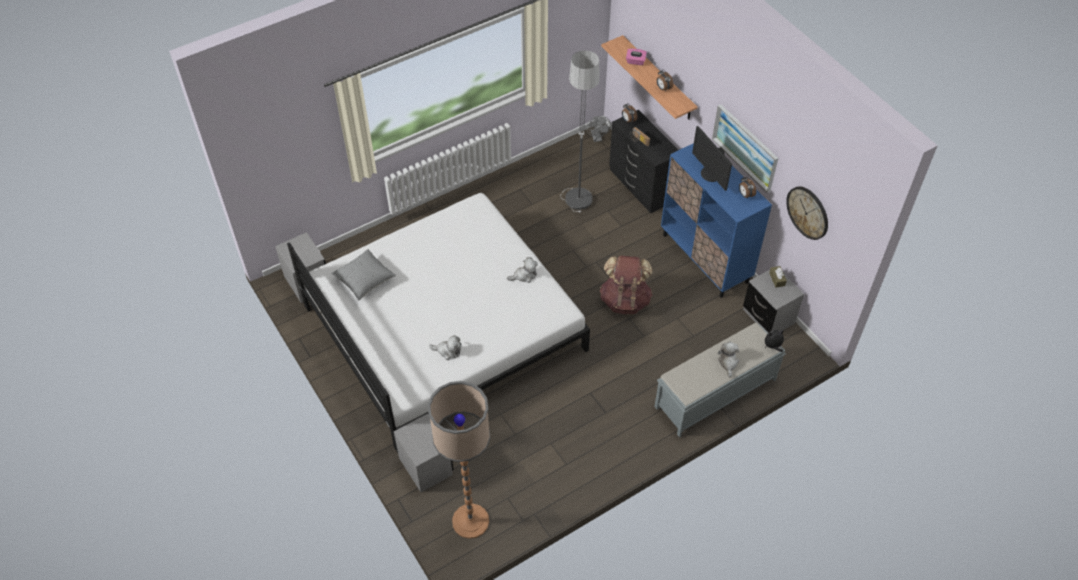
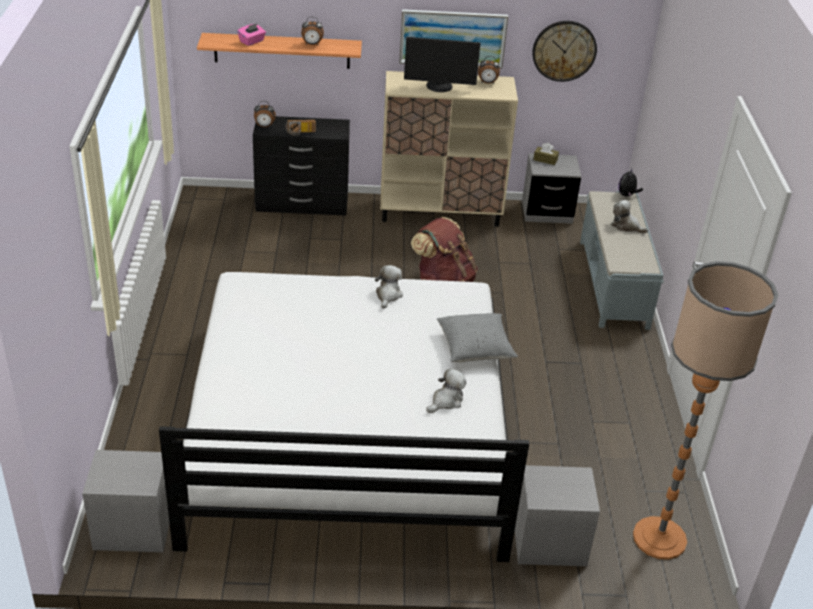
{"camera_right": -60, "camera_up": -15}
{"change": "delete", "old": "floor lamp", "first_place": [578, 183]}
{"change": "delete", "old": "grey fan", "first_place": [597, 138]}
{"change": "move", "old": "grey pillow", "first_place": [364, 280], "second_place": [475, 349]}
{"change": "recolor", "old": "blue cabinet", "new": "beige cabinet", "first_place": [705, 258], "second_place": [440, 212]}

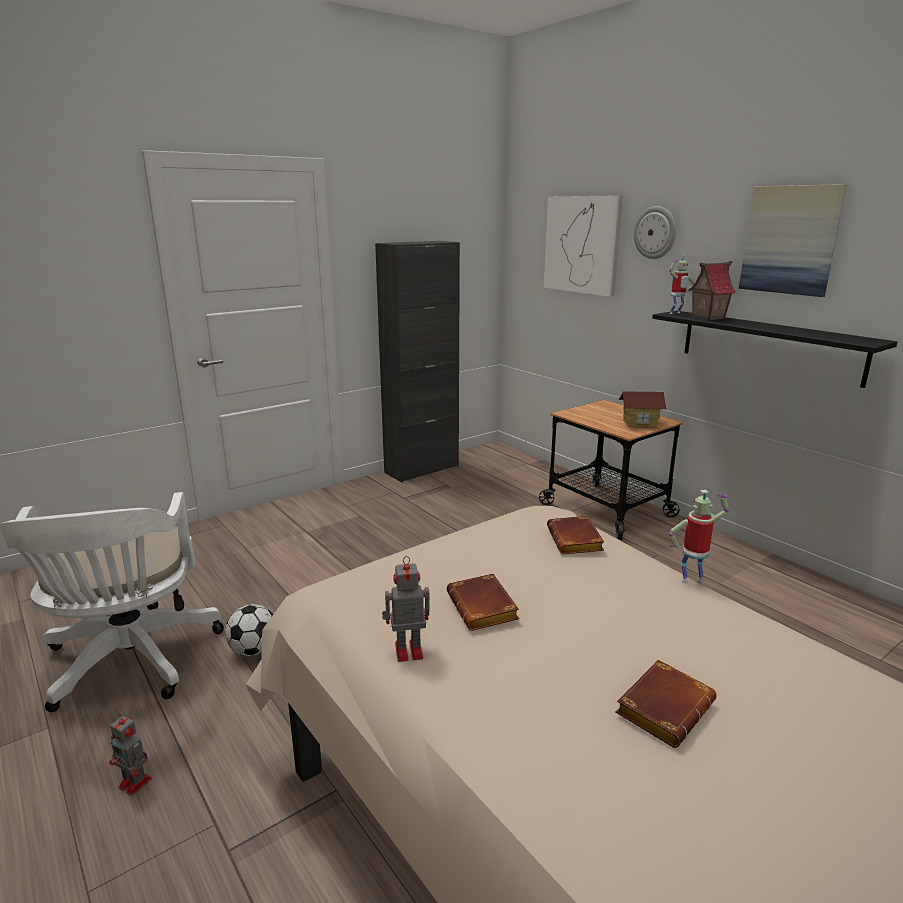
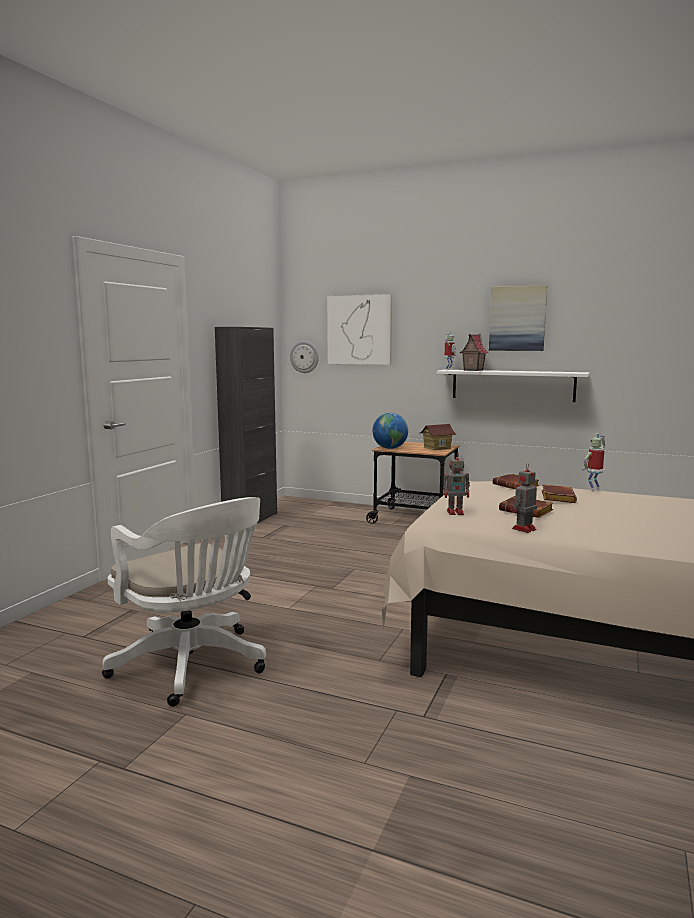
{"camera_right": -30, "camera_up": -10}
{"change": "delete", "old": "football", "first_place": [254, 650]}
{"change": "insert", "new": "globe", "second_place": [390, 448]}
{"change": "move", "old": "toy robot", "first_place": [136, 783], "second_place": [456, 512]}
{"change": "move", "old": "brown book", "first_place": [663, 707], "second_place": [556, 498]}
{"change": "move", "old": "wall clock", "first_place": [655, 232], "second_place": [304, 357]}
{"change": "recolor", "old": "black shelf", "new": "white shelf", "first_place": [769, 346], "second_place": [512, 385]}

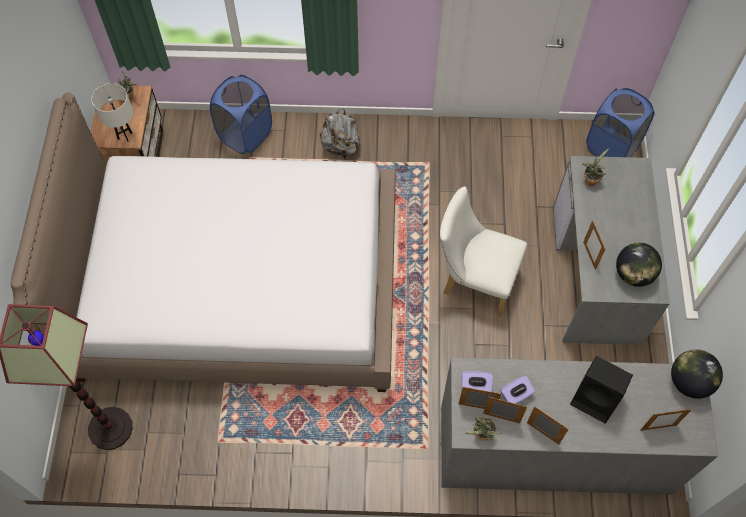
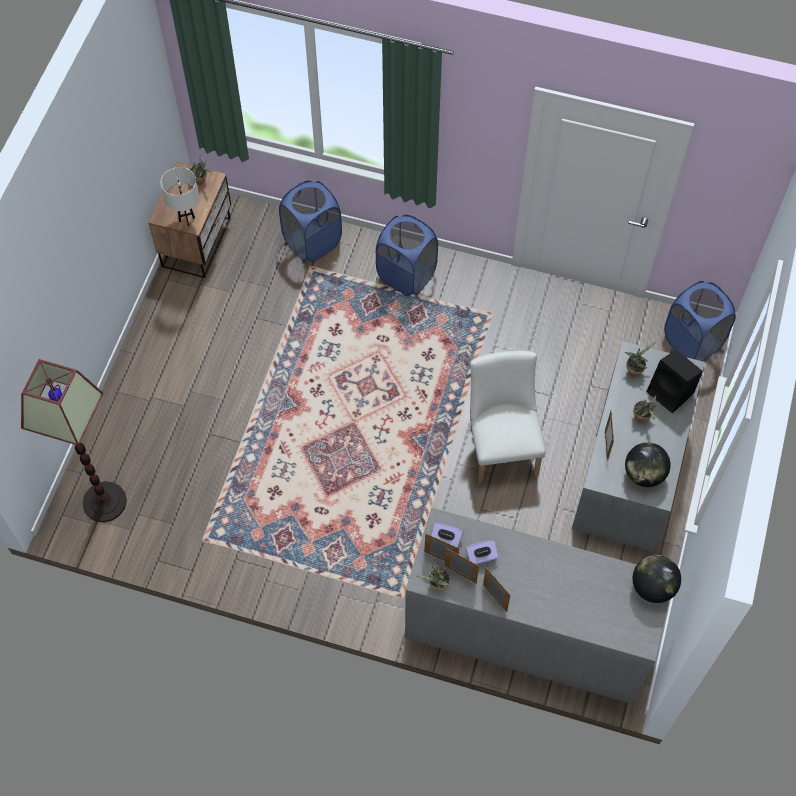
{"camera_right": 15, "camera_up": 0}
{"change": "delete", "old": "bed", "first_place": [240, 288]}
{"change": "delete", "old": "picture frame", "first_place": [658, 427]}
{"change": "insert", "new": "potted plant", "second_place": [642, 418]}
{"change": "move", "old": "black speaker", "first_place": [596, 398], "second_place": [671, 392]}
{"change": "replace", "old": "grey backpack", "new": "blue laundry basket", "first_place": [341, 146], "second_place": [406, 275]}
{"change": "rotate", "old": "white chair", "first_place": [474, 280], "second_place": [501, 445], "degrees": 45}

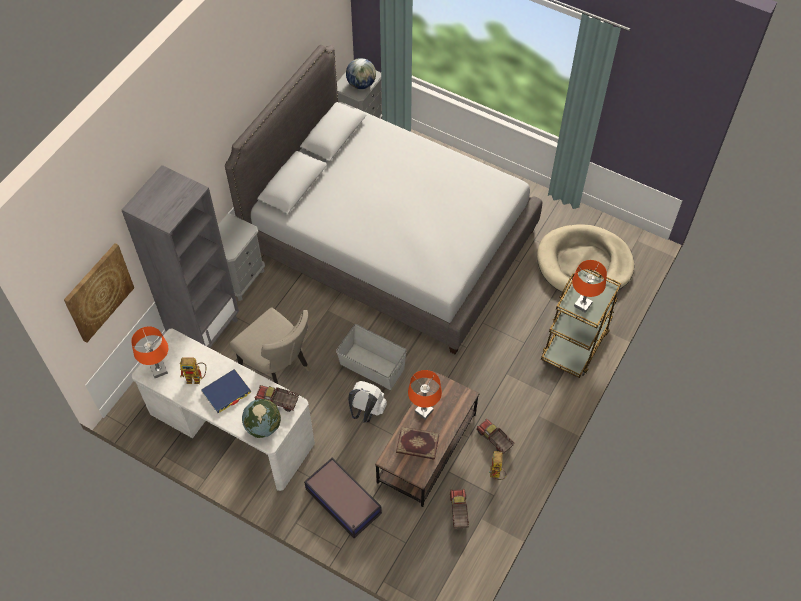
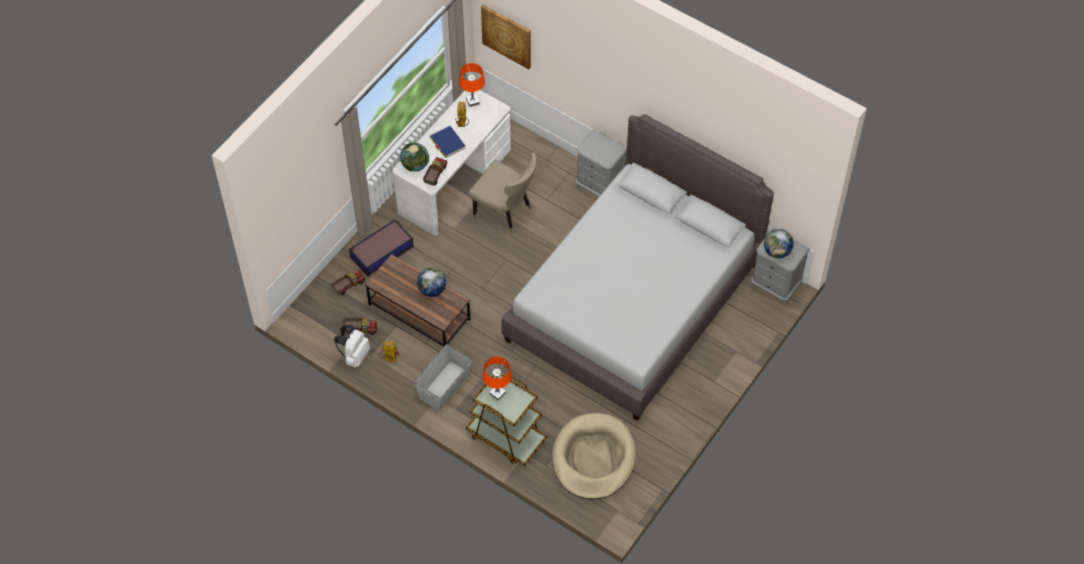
{"camera_right": 95, "camera_up": 0}
{"change": "delete", "old": "grey bookcase", "first_place": [205, 329]}
{"change": "delete", "old": "book", "first_place": [417, 444]}
{"change": "move", "old": "grey storage box", "first_place": [372, 367], "second_place": [444, 385]}
{"change": "move", "old": "white backpack", "first_place": [366, 411], "second_place": [354, 355]}
{"change": "move", "old": "toy truck", "first_place": [494, 440], "second_place": [348, 285]}
{"change": "replace", "old": "orange table lamp", "new": "globe", "first_place": [424, 411], "second_place": [432, 290]}
{"change": "rotate", "old": "beige chair", "first_place": [278, 369], "second_place": [505, 212], "degrees": -105}

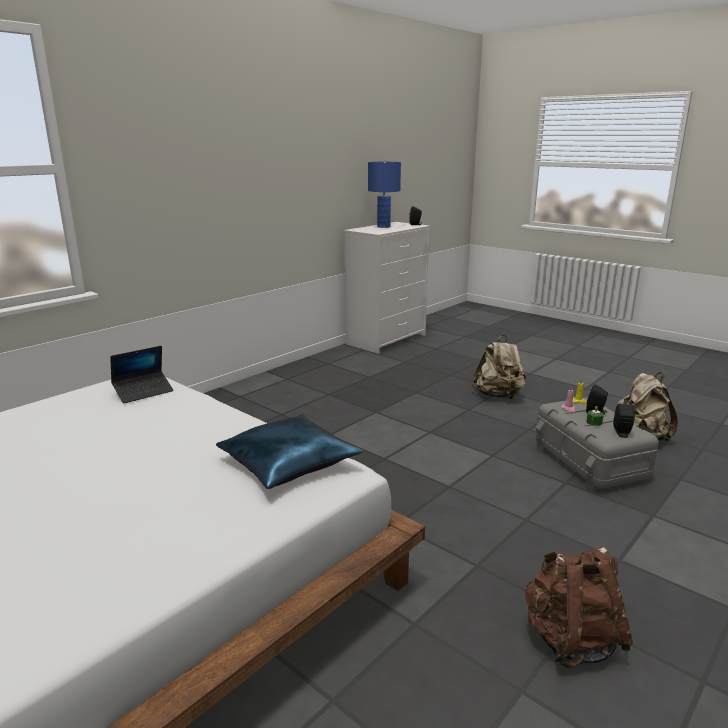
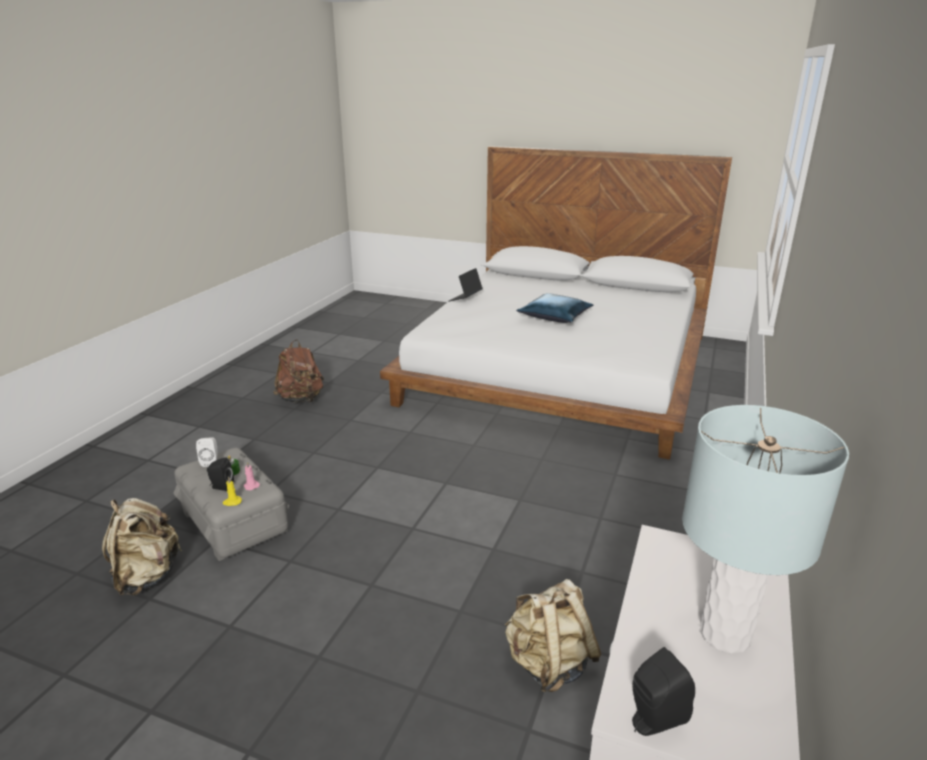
{"camera_right": 160, "camera_up": 5}
{"change": "move", "old": "laptop", "first_place": [143, 392], "second_place": [465, 298]}
{"change": "move", "old": "blue pillow", "first_place": [287, 462], "second_place": [555, 316]}
{"change": "move", "old": "beige backpack", "first_place": [498, 396], "second_place": [548, 664]}
{"change": "recolor", "old": "blue table lamp", "new": "grey table lamp", "first_place": [384, 227], "second_place": [724, 634]}
{"change": "recolor", "old": "black speaker", "new": "white speaker", "first_place": [622, 434], "second_place": [210, 461]}

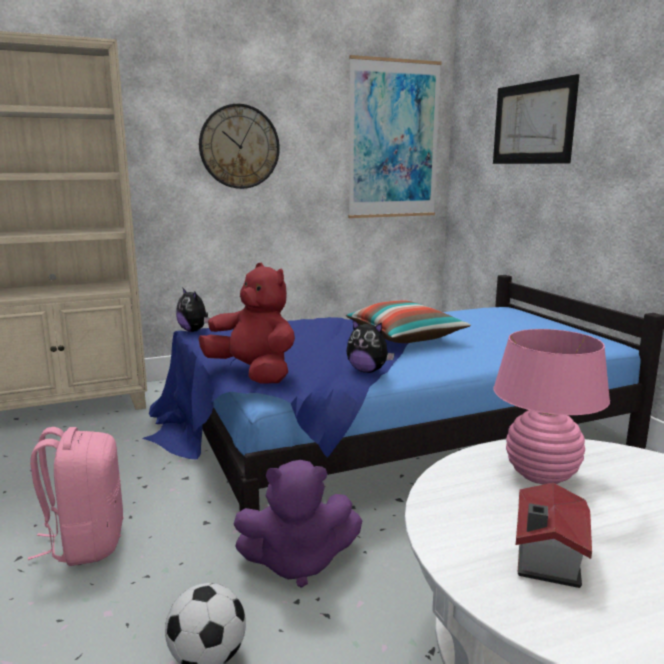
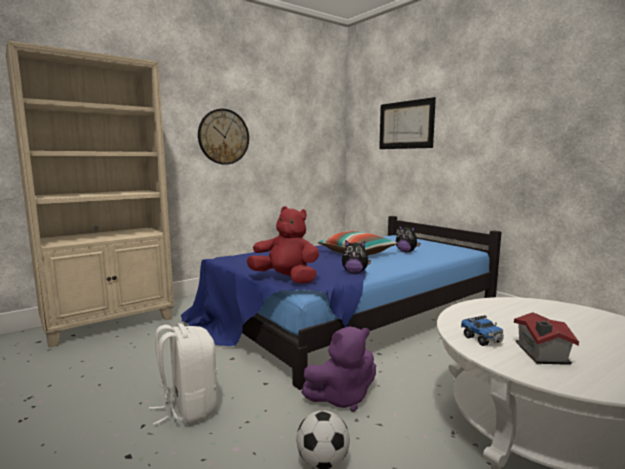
{"camera_right": -15, "camera_up": -5}
{"change": "delete", "old": "picture", "first_place": [393, 140]}
{"change": "delete", "old": "pink table lamp", "first_place": [541, 475]}
{"change": "insert", "new": "toy truck", "second_place": [481, 339]}
{"change": "move", "old": "plush toy", "first_place": [194, 330], "second_place": [406, 252]}
{"change": "recolor", "old": "pink backpack", "new": "white backpack", "first_place": [86, 543], "second_place": [188, 408]}

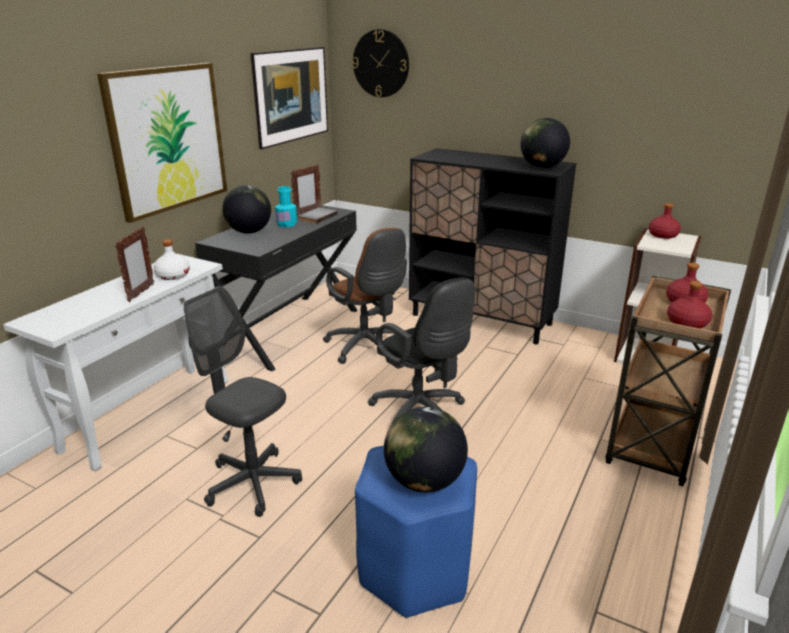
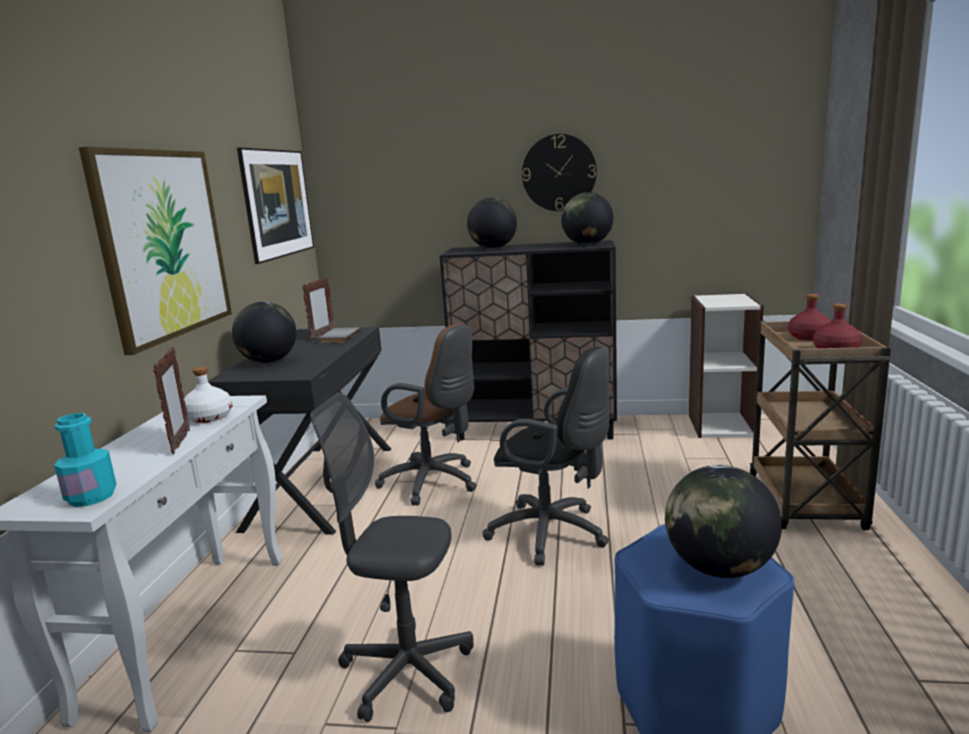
{"camera_right": -20, "camera_up": -10}
{"change": "delete", "old": "red bottle", "first_place": [663, 235]}
{"change": "insert", "new": "globe", "second_place": [493, 248]}
{"change": "move", "old": "turquoise bottle", "first_place": [287, 224], "second_place": [91, 497]}
{"change": "move", "old": "wall clock", "first_place": [381, 63], "second_place": [559, 173]}

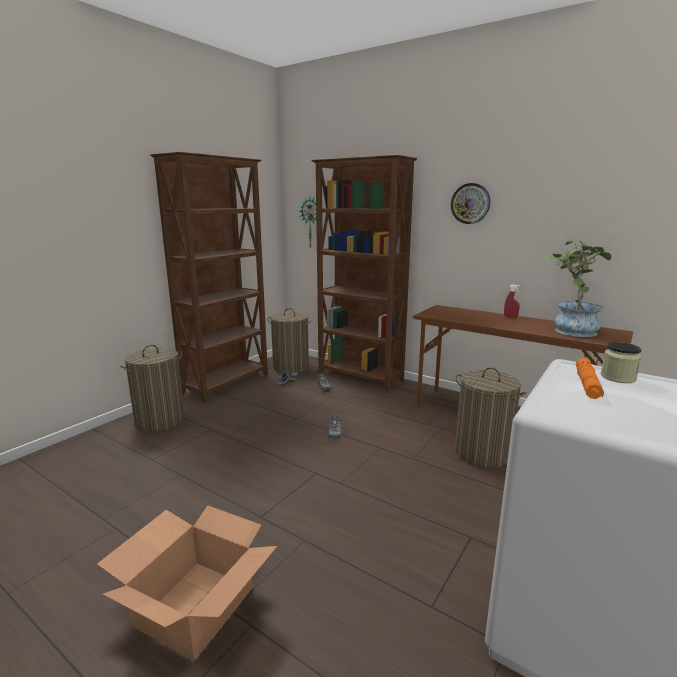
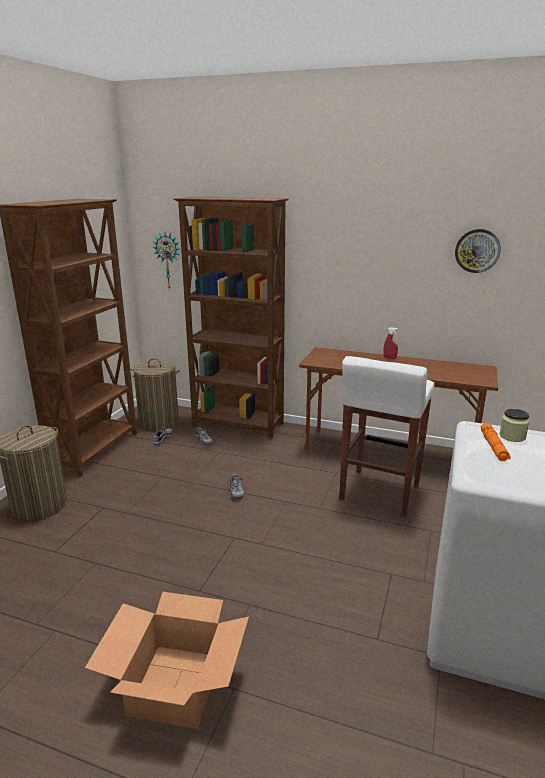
{"camera_right": -15, "camera_up": 5}
{"change": "delete", "old": "potted plant", "first_place": [569, 329]}
{"change": "move", "old": "wall clock", "first_place": [470, 203], "second_place": [477, 250]}
{"change": "replace", "old": "laundry basket", "new": "white stool", "first_place": [482, 453], "second_place": [379, 493]}

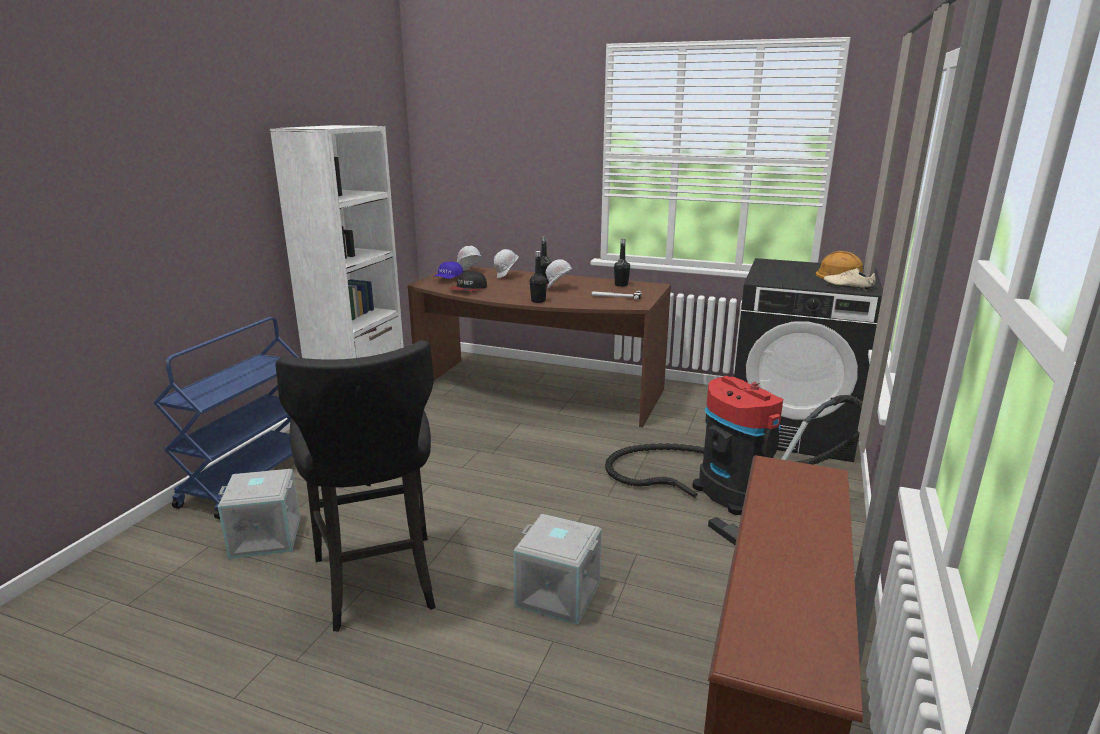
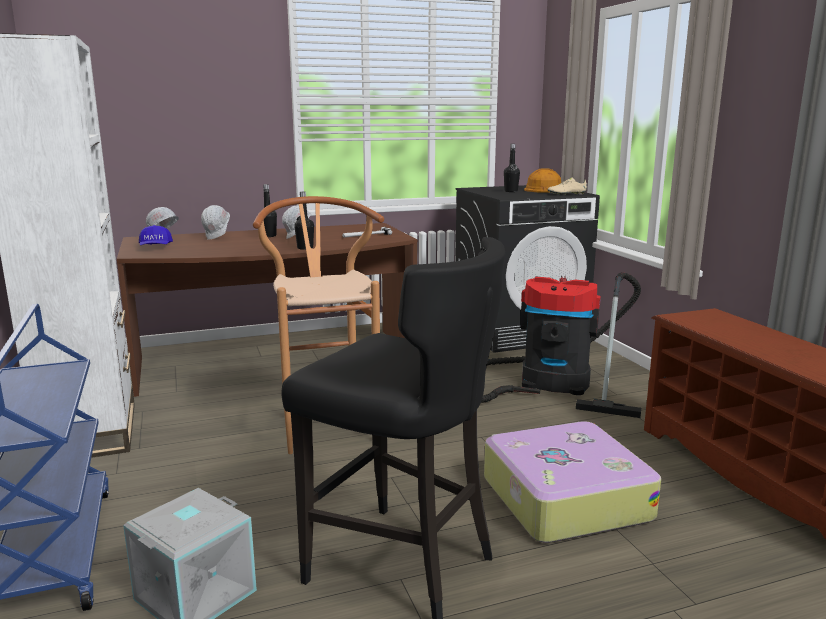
{"camera_right": -40, "camera_up": -5}
{"change": "delete", "old": "cap", "first_place": [469, 289]}
{"change": "insert", "new": "brown stool", "second_place": [326, 425]}
{"change": "move", "old": "black bottle", "first_place": [621, 285], "second_place": [511, 191]}
{"change": "replace", "old": "grey storage box", "new": "suitcase", "first_place": [557, 595], "second_place": [563, 498]}

